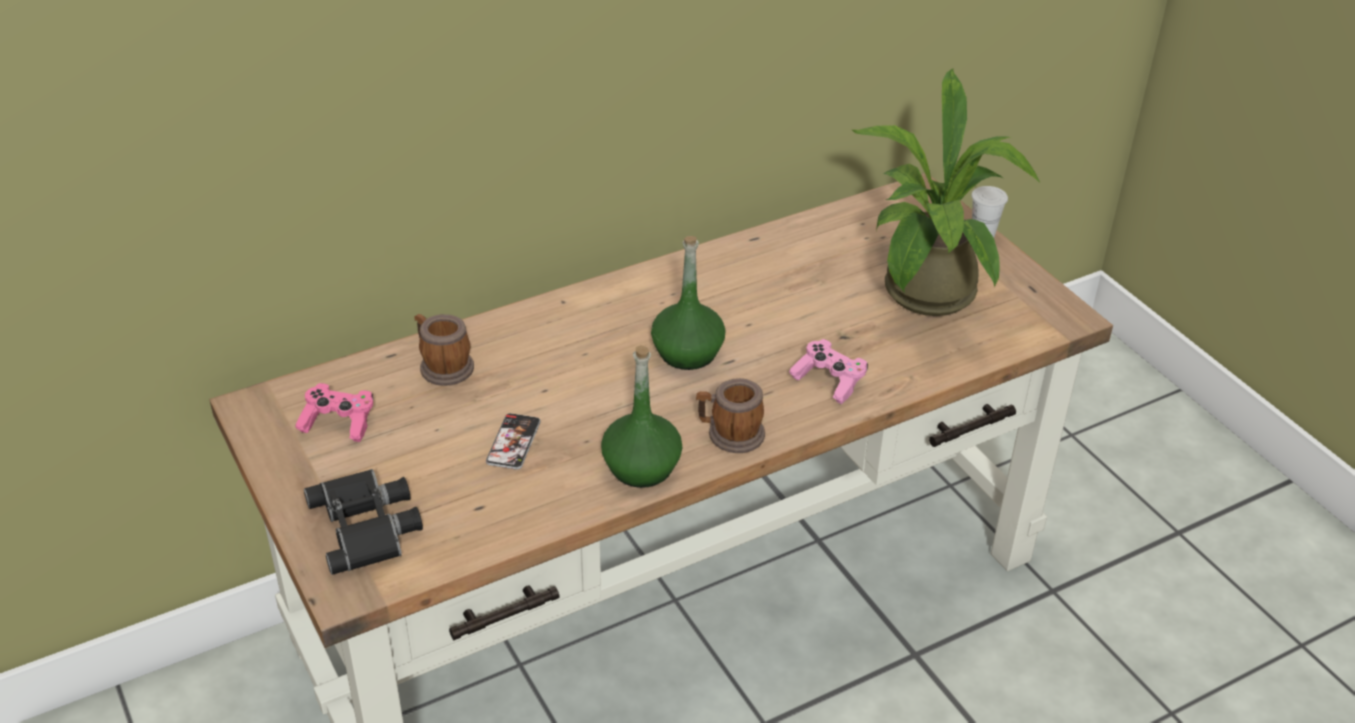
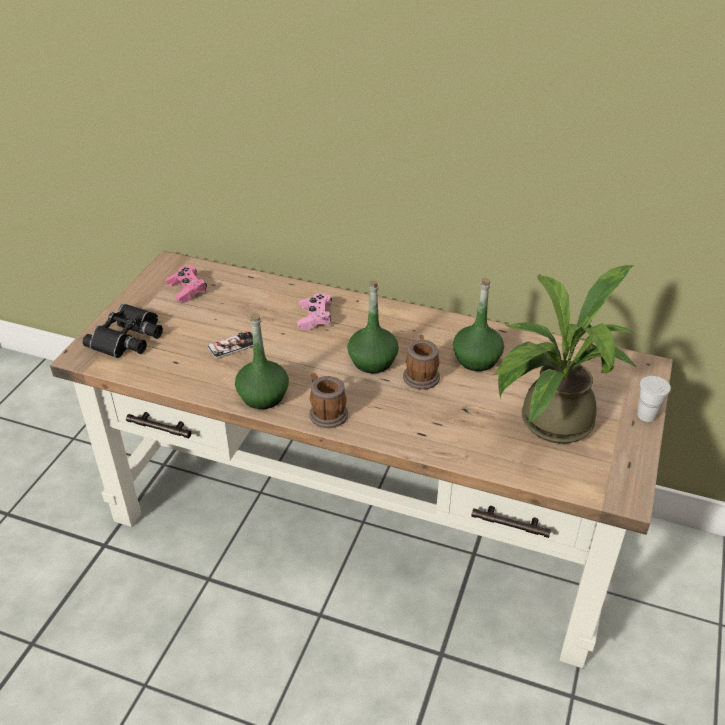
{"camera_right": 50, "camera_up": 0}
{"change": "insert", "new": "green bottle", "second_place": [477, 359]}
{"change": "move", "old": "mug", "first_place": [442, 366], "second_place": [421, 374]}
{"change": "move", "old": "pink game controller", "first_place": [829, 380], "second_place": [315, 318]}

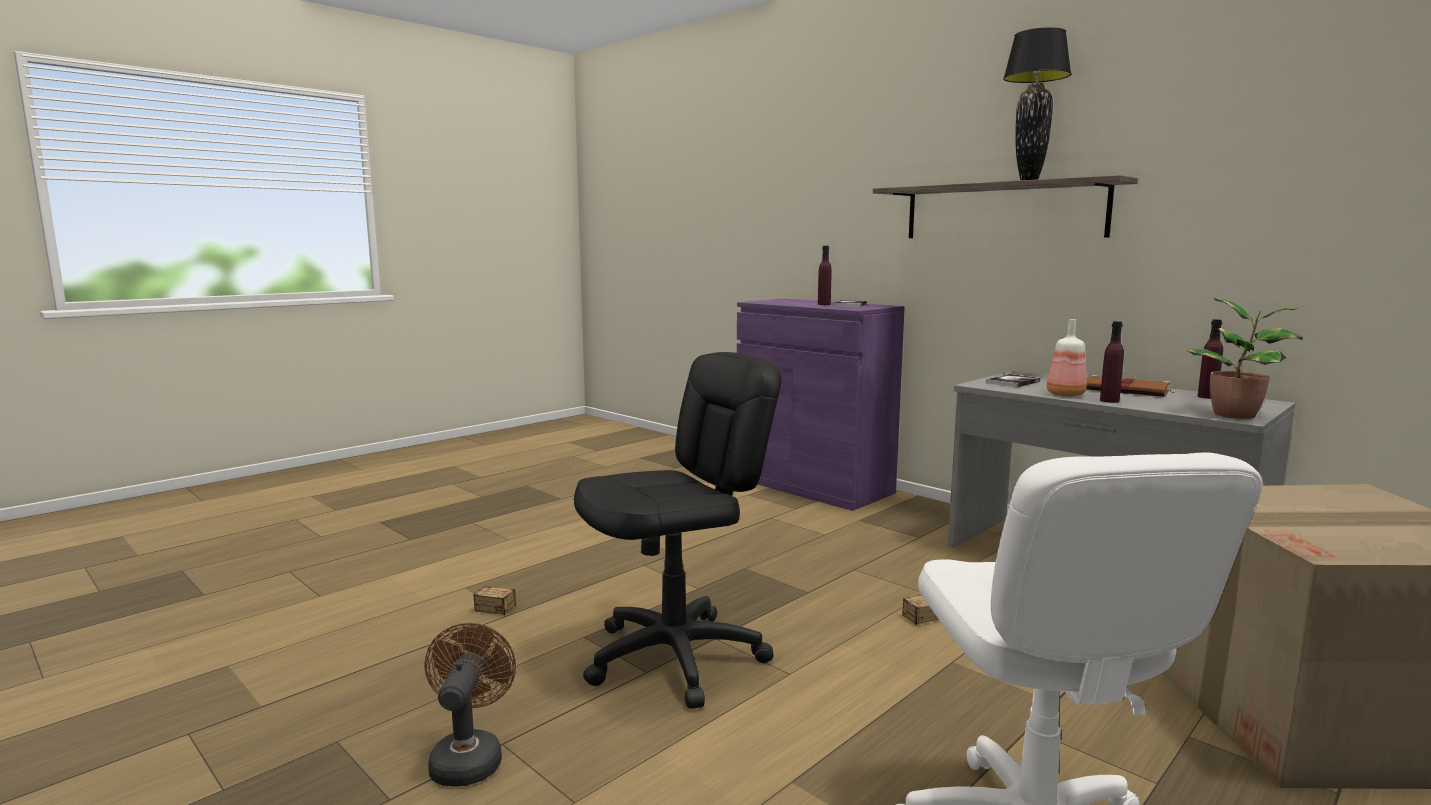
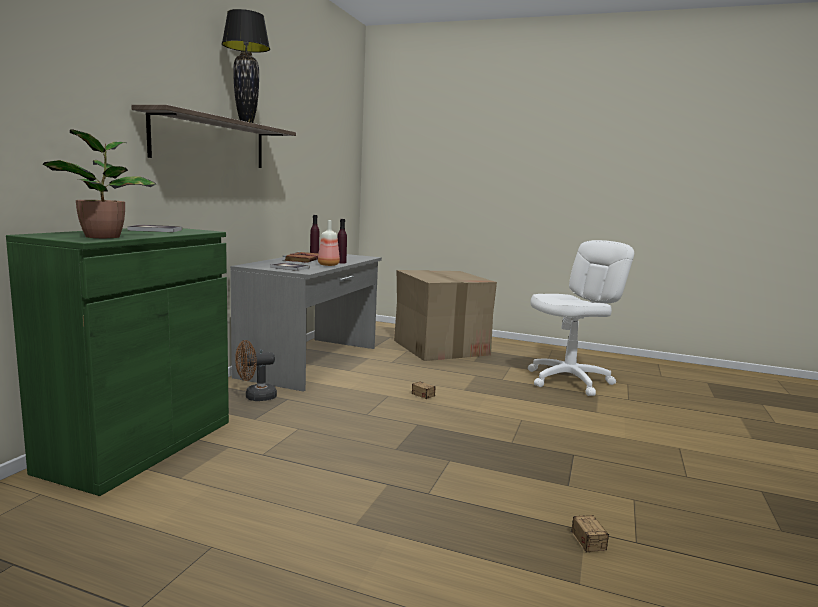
{"camera_right": -115, "camera_up": 0}
{"change": "delete", "old": "black office chair", "first_place": [676, 657]}
{"change": "delete", "old": "purple bottle", "first_place": [824, 304]}
{"change": "move", "old": "brown fan", "first_place": [469, 757], "second_place": [255, 397]}
{"change": "move", "old": "potted plant", "first_place": [1237, 415], "second_place": [104, 236]}
{"change": "recolor", "old": "purple cabinet", "new": "green cabinet", "first_place": [813, 485], "second_place": [139, 445]}

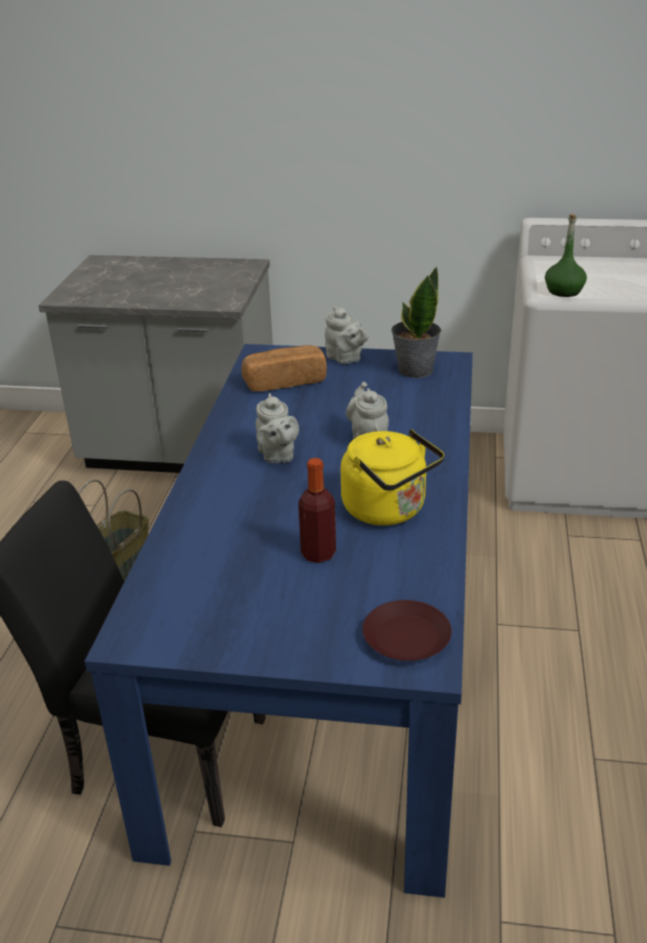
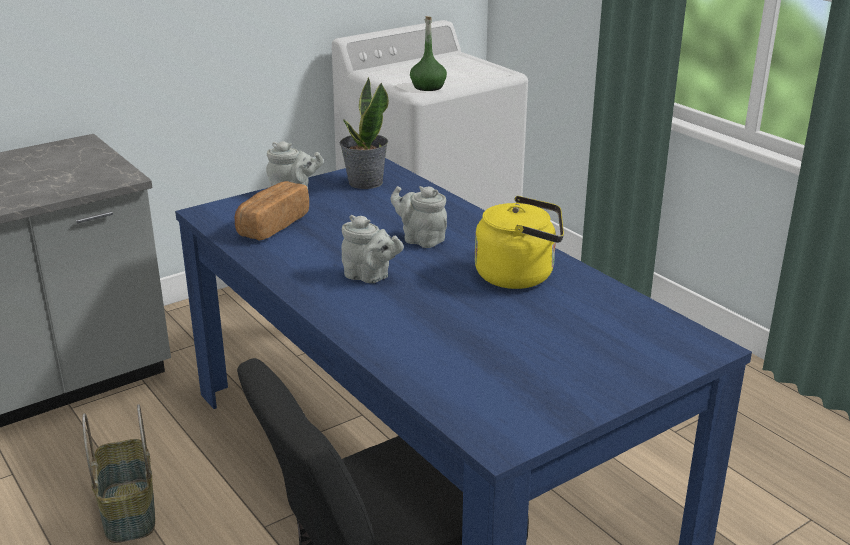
{"camera_right": -45, "camera_up": -5}
{"change": "delete", "old": "bottle", "first_place": [318, 553]}
{"change": "delete", "old": "brown plate", "first_place": [406, 638]}

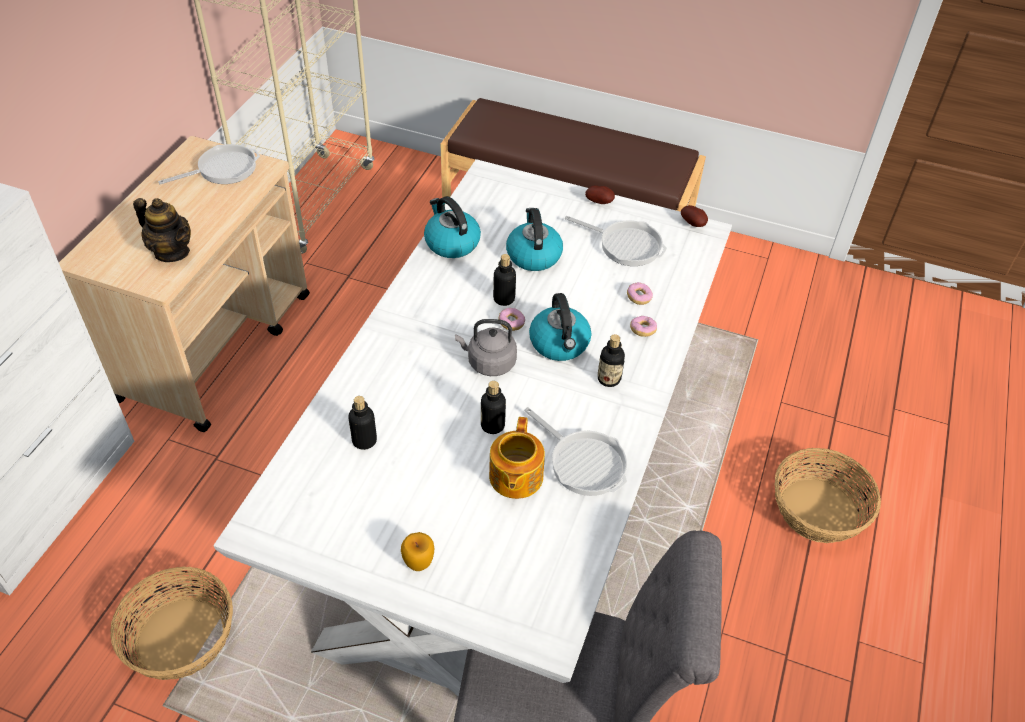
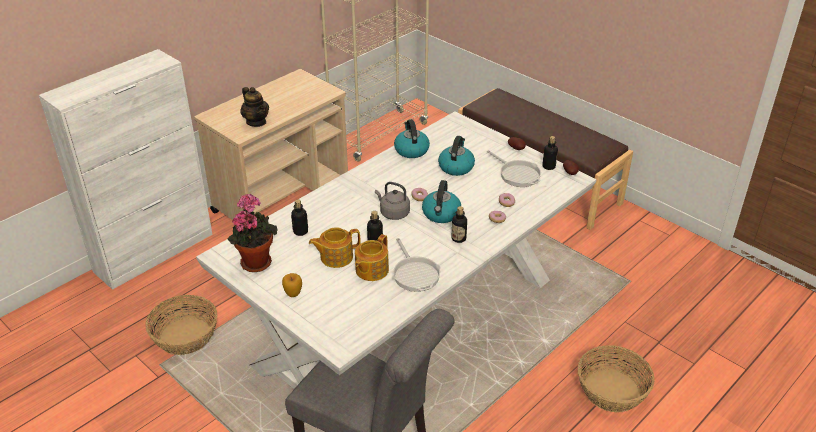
{"camera_right": 25, "camera_up": -10}
{"change": "delete", "old": "frying pan", "first_place": [223, 169]}
{"change": "insert", "new": "potted plant", "second_place": [256, 261]}
{"change": "insert", "new": "teapot", "second_place": [335, 257]}
{"change": "move", "old": "bottle", "first_place": [504, 299], "second_place": [548, 166]}

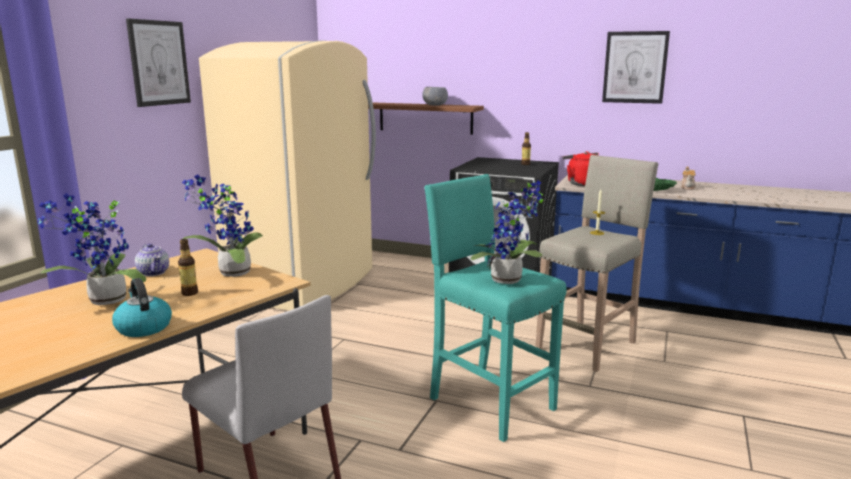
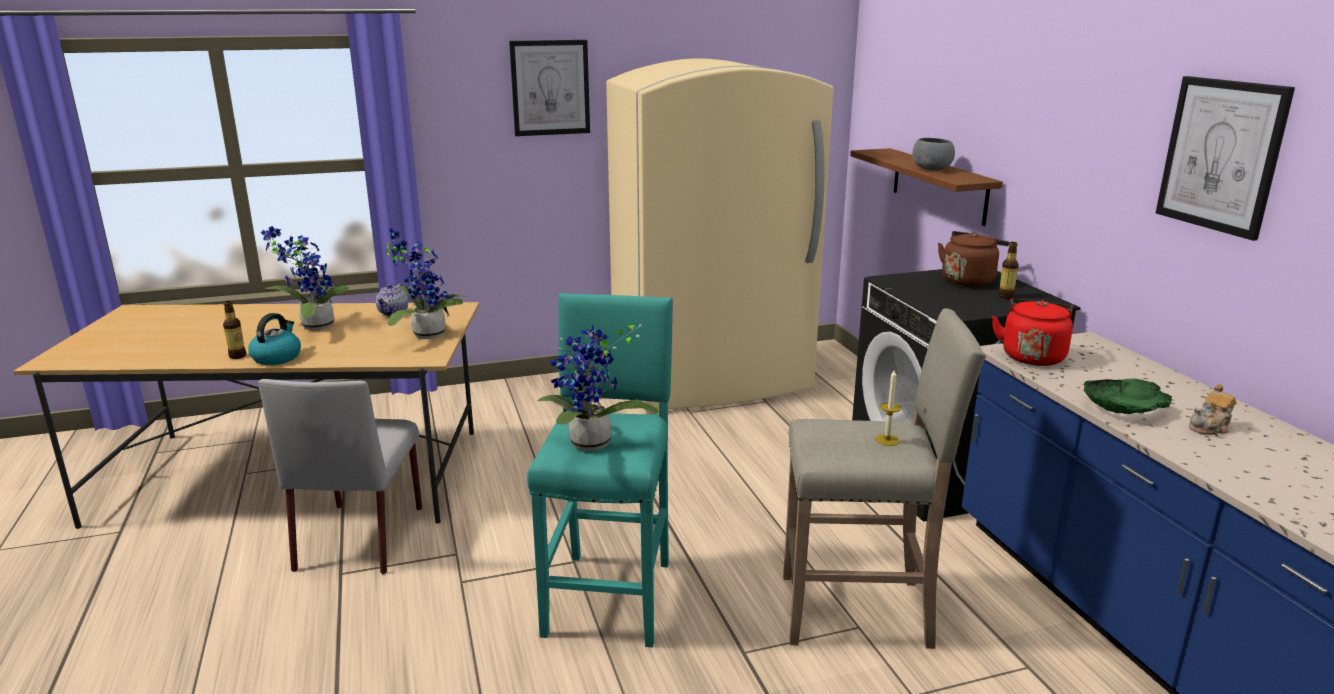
{"camera_right": 50, "camera_up": 5}
{"change": "insert", "new": "brown kettle", "second_place": [969, 281]}
{"change": "move", "old": "bottle", "first_place": [190, 293], "second_place": [238, 356]}

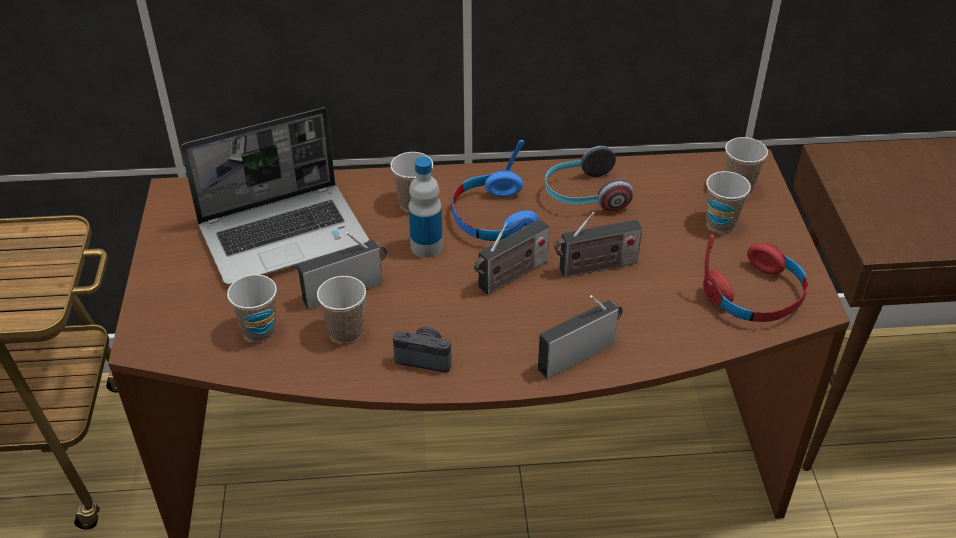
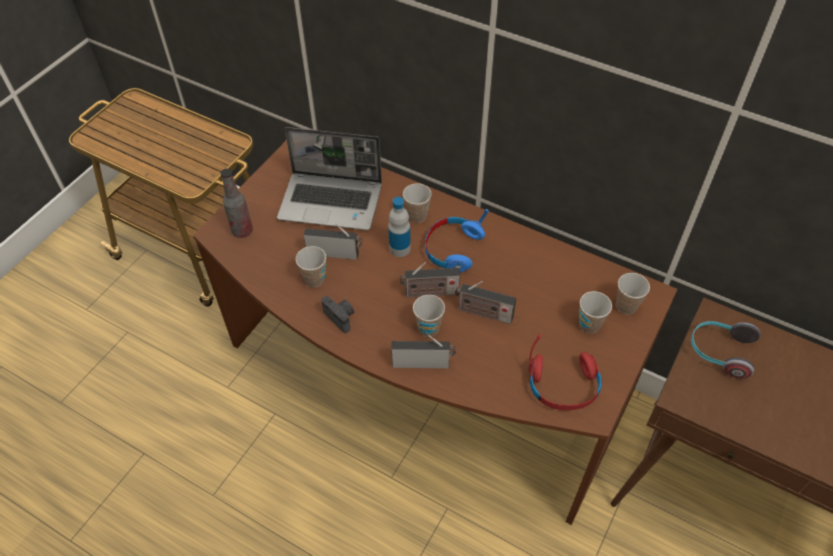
{"camera_right": 35, "camera_up": 10}
{"change": "insert", "new": "bottle", "second_place": [242, 231]}
{"change": "move", "old": "cup", "first_place": [259, 330], "second_place": [428, 328]}
{"change": "move", "old": "headphones", "first_place": [584, 195], "second_place": [719, 352]}

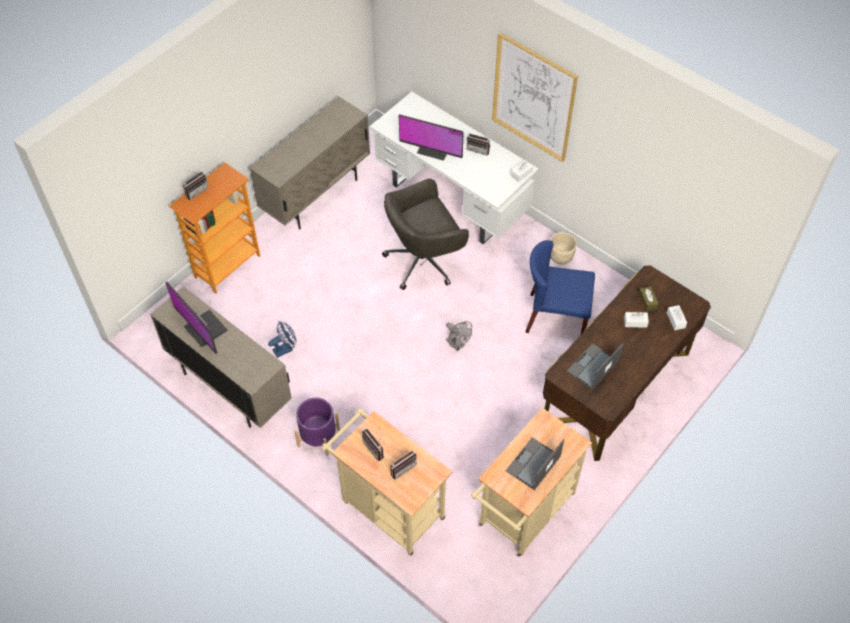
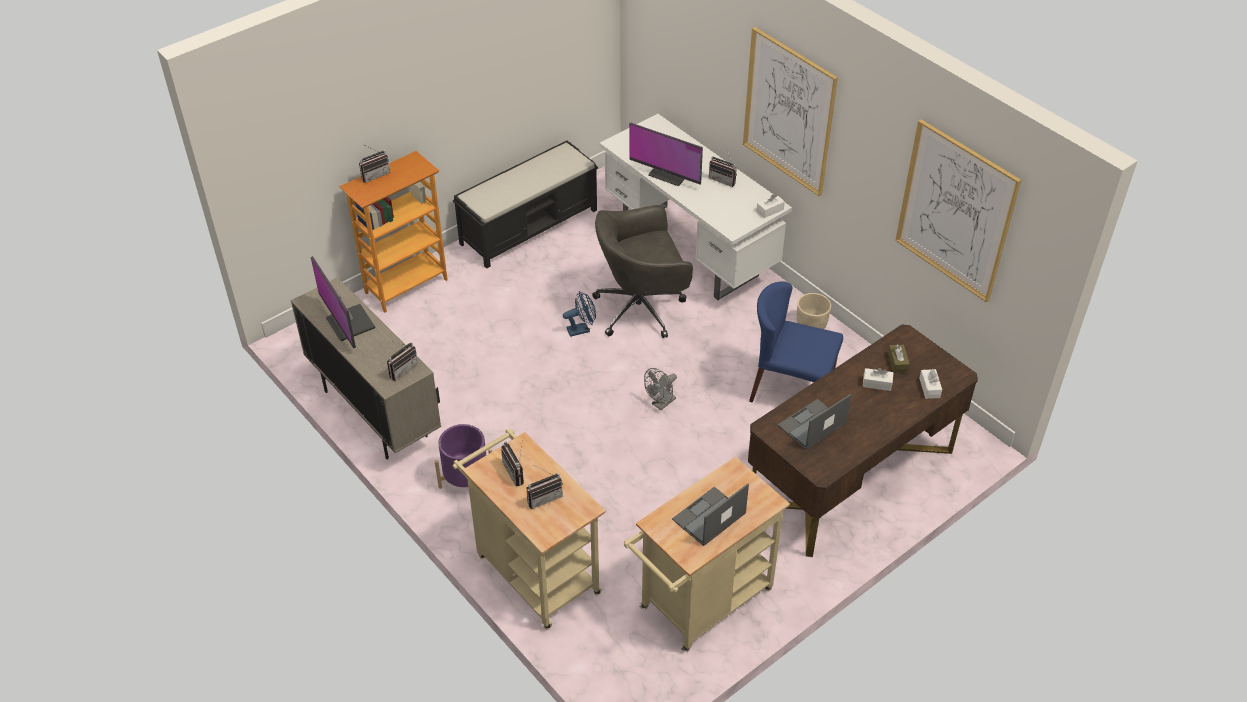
{"camera_right": 10, "camera_up": -10}
{"change": "insert", "new": "radio", "second_place": [401, 369]}
{"change": "insert", "new": "picture", "second_place": [955, 211]}
{"change": "move", "old": "blue fan", "first_place": [285, 349], "second_place": [581, 329]}
{"change": "replace", "old": "beige cabinet", "new": "black bench", "first_place": [316, 195], "second_place": [530, 226]}
{"change": "rotate", "old": "grey fan", "first_place": [457, 345], "second_place": [661, 404], "degrees": 75}

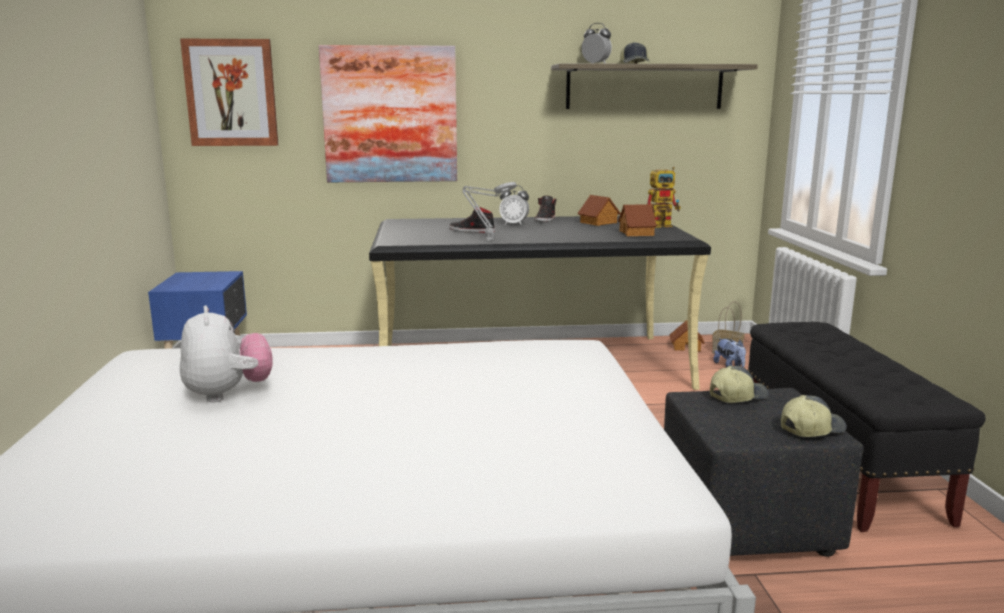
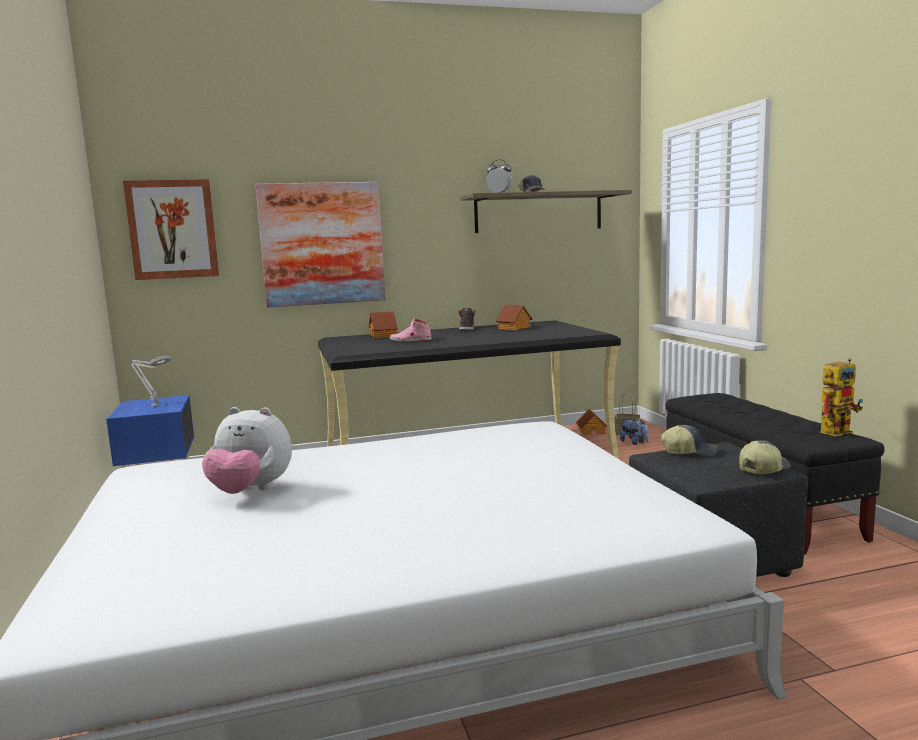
{"camera_right": -10, "camera_up": -5}
{"change": "delete", "old": "alarm clock", "first_place": [514, 224]}
{"change": "move", "old": "grey table lamp", "first_place": [487, 239], "second_place": [154, 405]}
{"change": "move", "old": "toy house", "first_place": [637, 233], "second_place": [384, 335]}
{"change": "move", "old": "toy robot", "first_place": [663, 225], "second_place": [837, 431]}
{"change": "recolor", "old": "black shoe", "new": "pink shoe", "first_place": [471, 231], "second_place": [410, 340]}
{"change": "rotate", "old": "plush toy", "first_place": [228, 394], "second_place": [250, 491], "degrees": 135}
{"change": "rotate", "old": "cap", "first_place": [737, 396], "second_place": [689, 452], "degrees": 45}

